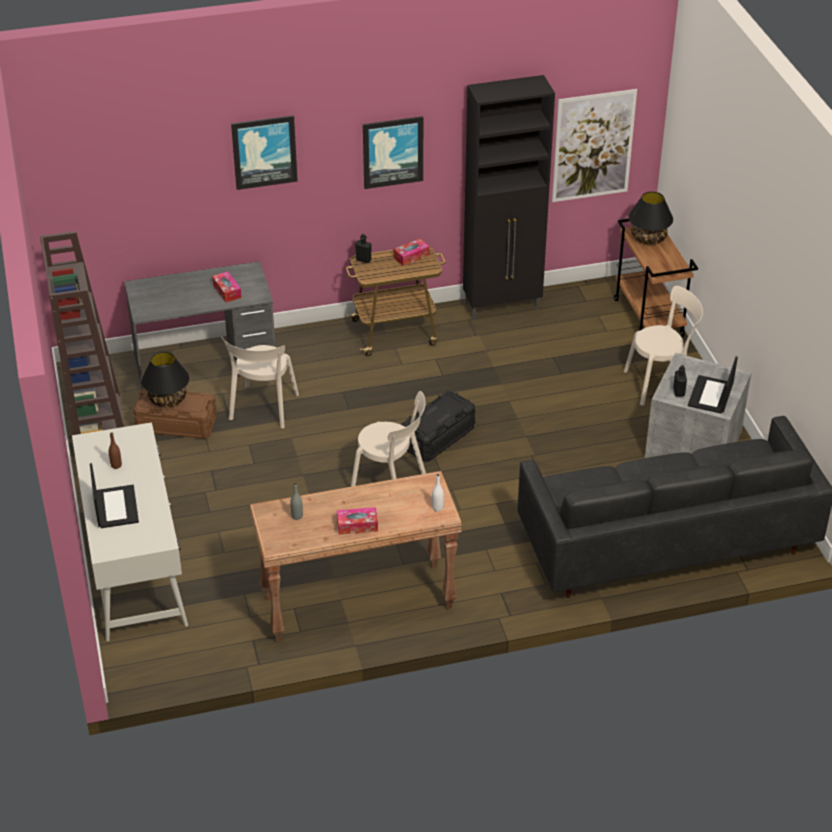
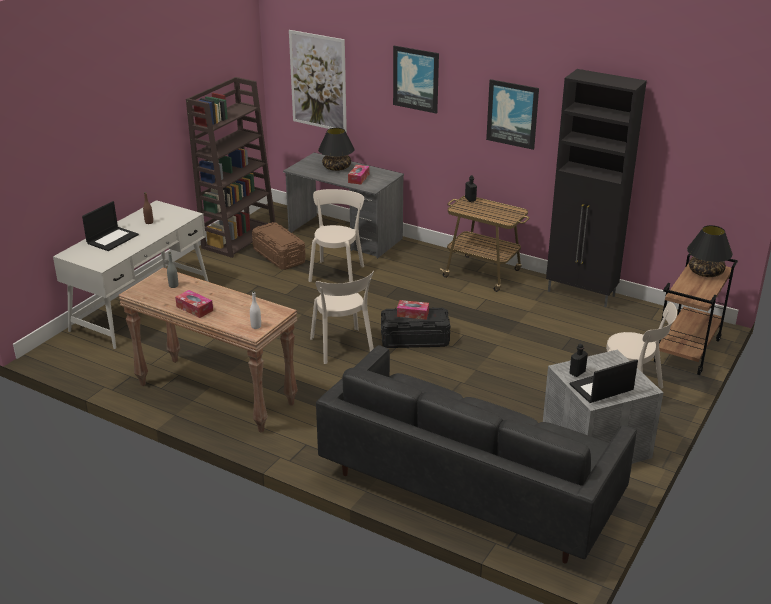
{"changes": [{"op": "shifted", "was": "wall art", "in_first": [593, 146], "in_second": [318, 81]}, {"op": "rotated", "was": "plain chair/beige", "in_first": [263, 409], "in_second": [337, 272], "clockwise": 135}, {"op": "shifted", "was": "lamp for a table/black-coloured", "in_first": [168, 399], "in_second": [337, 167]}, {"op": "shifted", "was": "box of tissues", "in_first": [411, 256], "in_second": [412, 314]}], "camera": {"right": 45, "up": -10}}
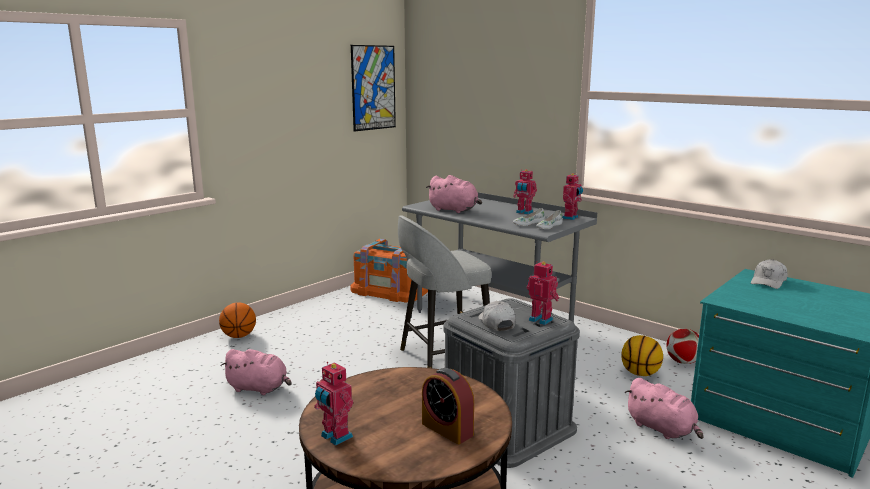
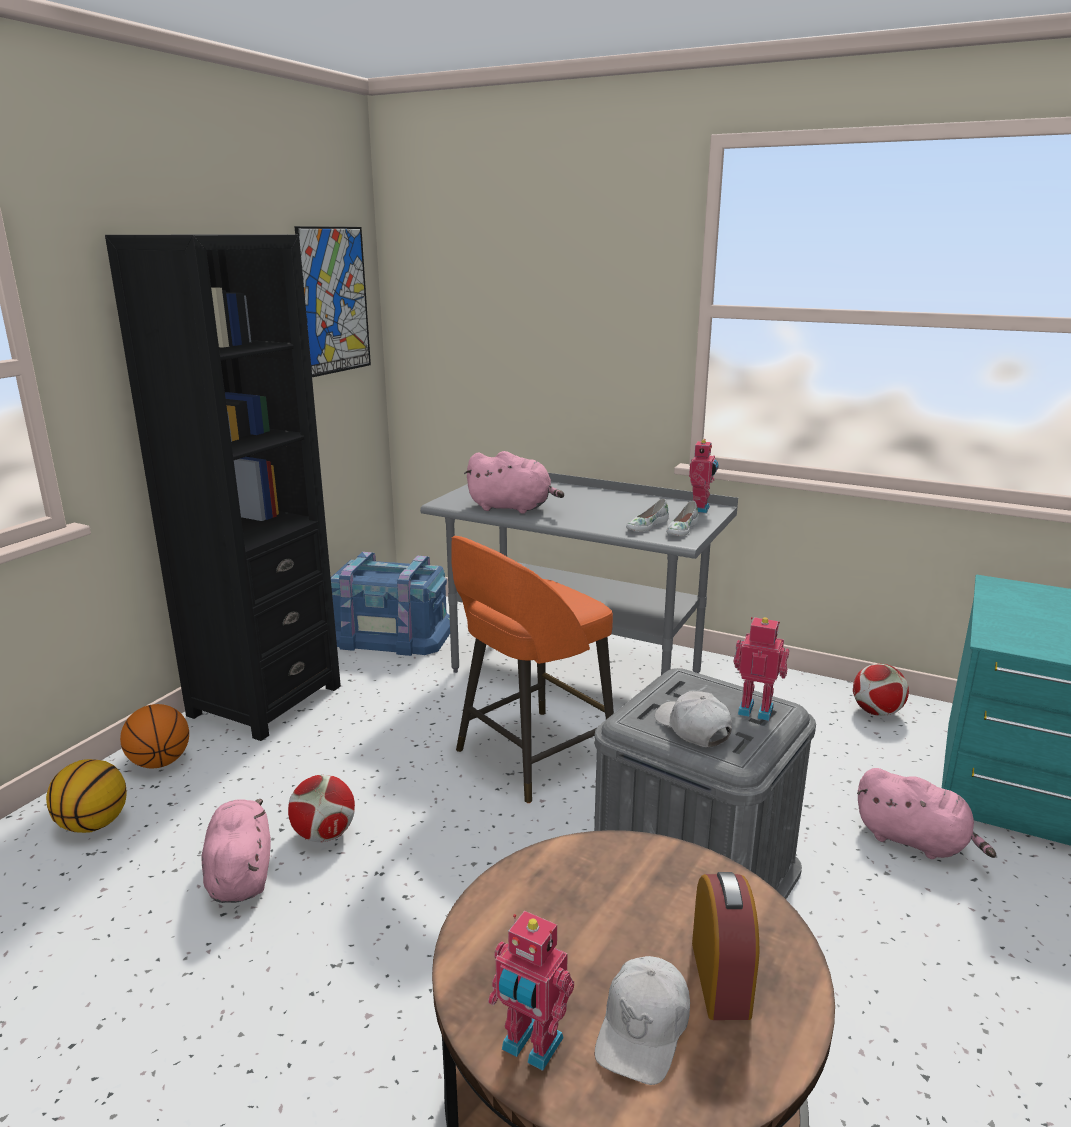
{"changes": [{"op": "shifted", "was": "basketball ball", "in_first": [640, 373], "in_second": [93, 824]}, {"op": "new", "now": "shelving unit/black-coloured", "in_second": [265, 700]}, {"op": "rotated", "was": "soft toy/pink-coloured", "in_first": [259, 388], "in_second": [240, 873], "clockwise": -105}, {"op": "new", "now": "ball for football", "in_second": [324, 834]}, {"op": "repainted", "was": "storage container/orange-coloured", "now": "storage container/blue", "in_first": [390, 290], "in_second": [390, 633]}, {"op": "repainted", "was": "stool/grey", "now": "stool/orange-coloured", "in_first": [443, 357], "in_second": [531, 756]}, {"op": "shifted", "was": "peaked cap/whitish", "in_first": [768, 281], "in_second": [643, 1029]}, {"op": "rotated", "was": "table clock", "in_first": [447, 429], "in_second": [720, 978], "clockwise": -120}, {"op": "gone", "was": "model robot", "in_first": [524, 212]}], "camera": {"right": -15, "up": 5}}
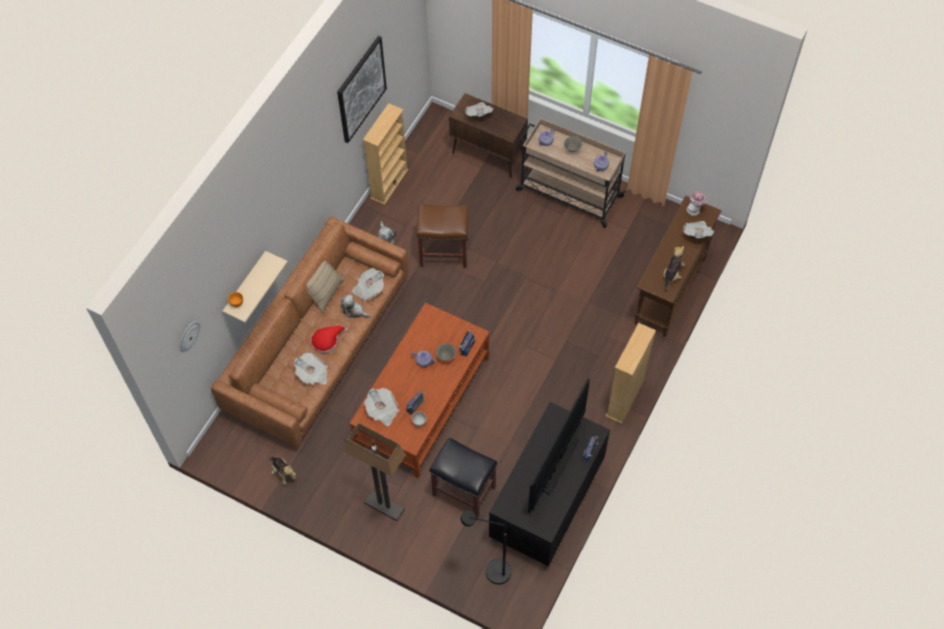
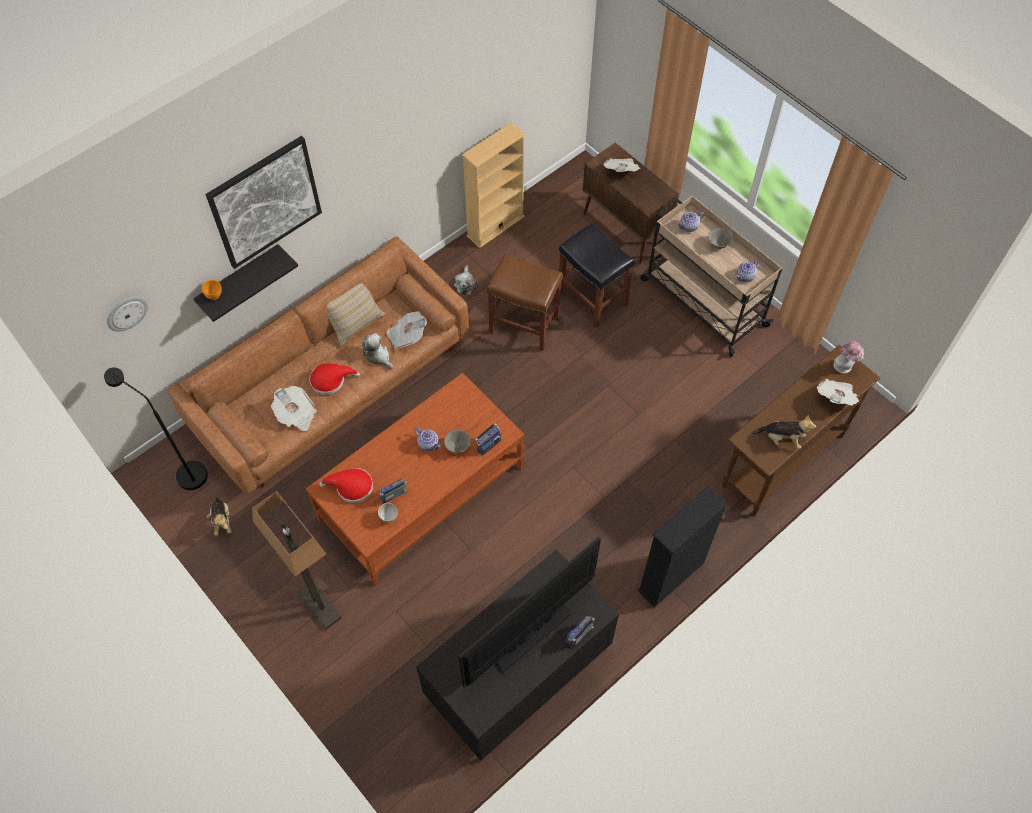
{"changes": [{"op": "shifted", "was": "floor lamp/black-coloured", "in_first": [490, 571], "in_second": [184, 473]}, {"op": "repainted", "was": "wall shelf/beige", "now": "wall shelf/black-coloured", "in_first": [246, 287], "in_second": [239, 280]}, {"op": "shifted", "was": "wall art", "in_first": [361, 89], "in_second": [265, 202]}, {"op": "swapped", "was": "daily paper", "now": "clothing hat/red", "in_first": [382, 411], "in_second": [351, 487]}, {"op": "shifted", "was": "stool/black-coloured", "in_first": [465, 491], "in_second": [593, 298]}, {"op": "repainted", "was": "shelving unit/beige", "now": "shelving unit/black-coloured", "in_first": [625, 398], "in_second": [671, 576]}, {"op": "rotated", "was": "soft toy", "in_first": [672, 274], "in_second": [782, 439], "clockwise": 60}], "camera": {"right": 20, "up": 0}}
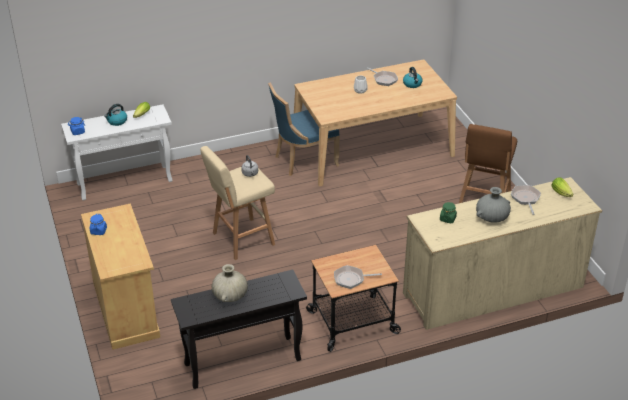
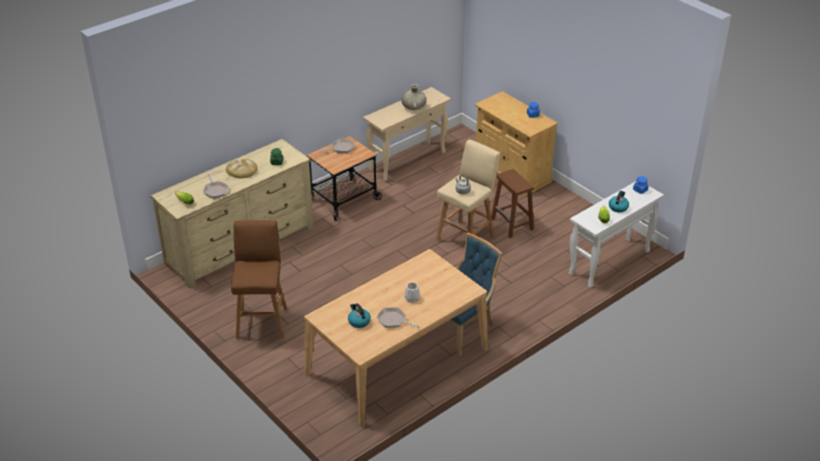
{"changes": [{"op": "swapped", "was": "vase/grey", "now": "baked bread", "in_first": [491, 217], "in_second": [242, 170]}, {"op": "repainted", "was": "narrow table/black-coloured", "now": "narrow table/beige", "in_first": [242, 362], "in_second": [408, 161]}, {"op": "new", "now": "stool/brownish", "in_second": [512, 224]}], "camera": {"right": 160, "up": 0}}
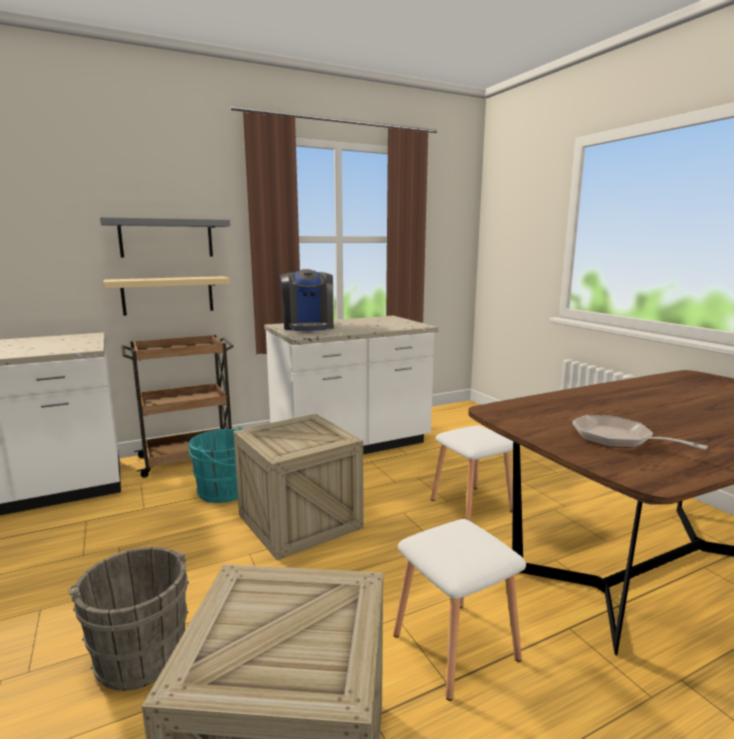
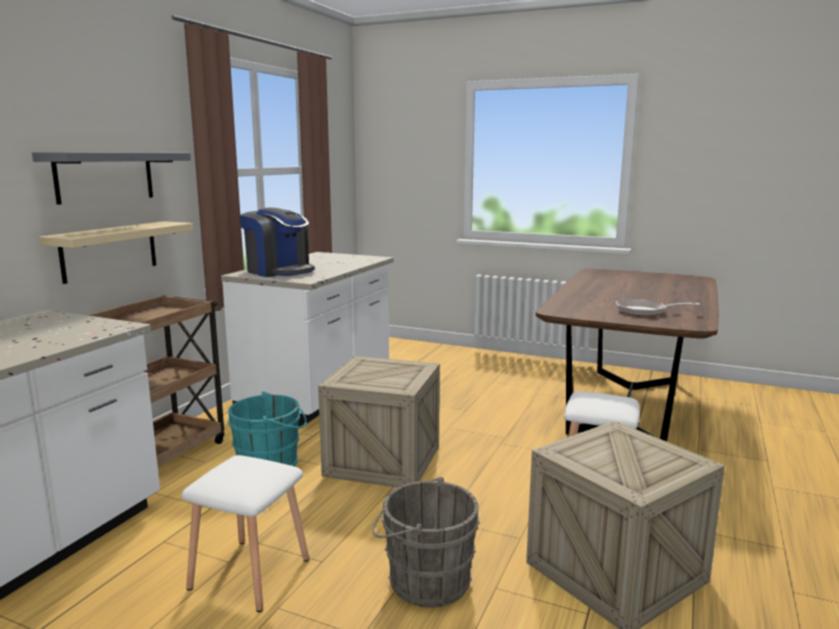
{"changes": [{"op": "shifted", "was": "stool/whitish", "in_first": [472, 504], "in_second": [250, 572]}], "camera": {"right": -40, "up": 0}}
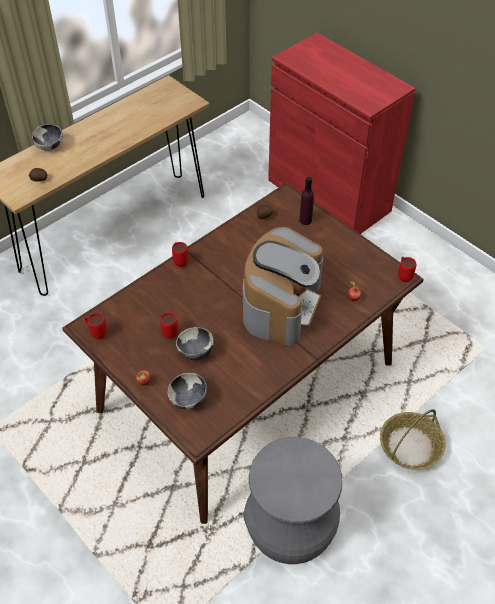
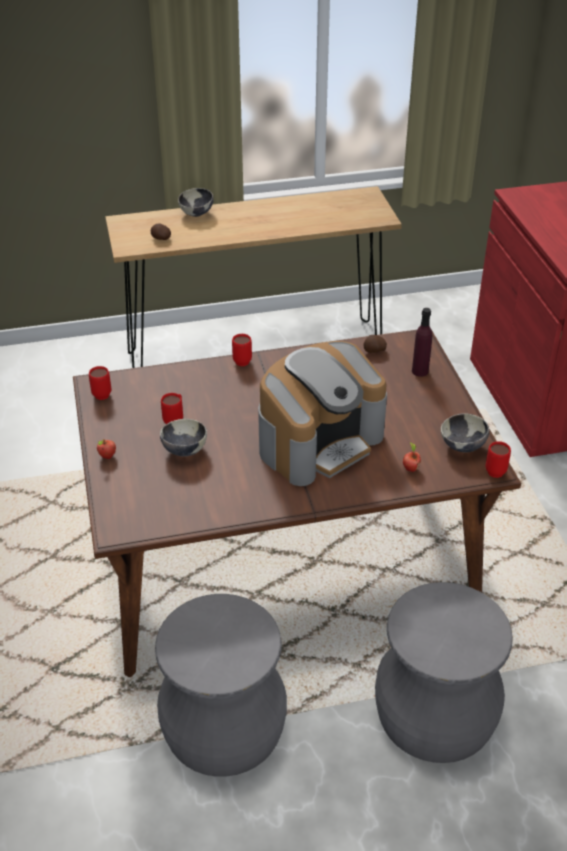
{"changes": [{"op": "swapped", "was": "storage basket", "now": "stool/grey", "in_first": [410, 447], "in_second": [435, 715]}, {"op": "shifted", "was": "deep dish", "in_first": [188, 400], "in_second": [462, 446]}], "camera": {"right": 30, "up": -10}}
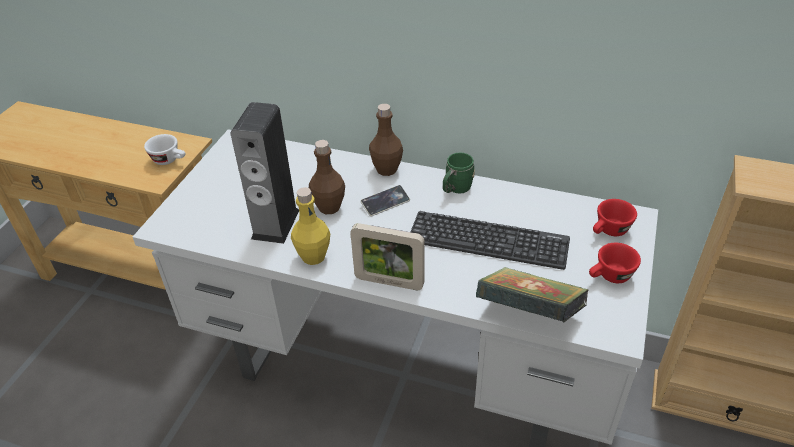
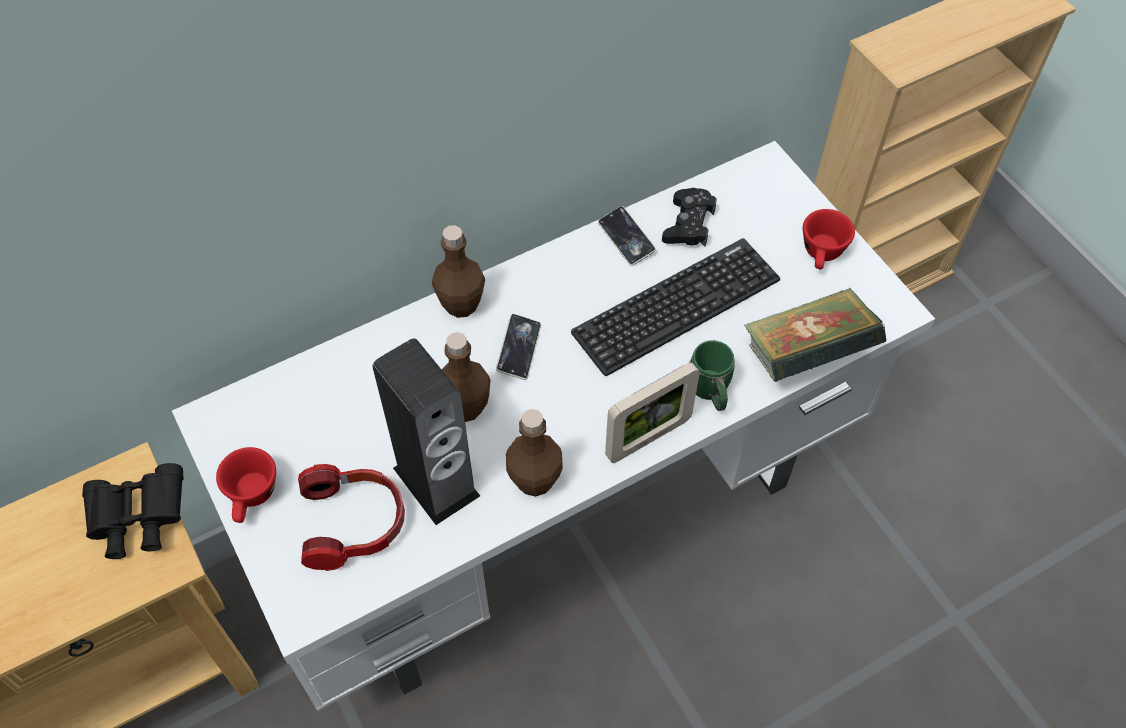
{"changes": [{"op": "swapped", "was": "small cup/whitish", "now": "field glasses/black-coloured", "in_first": [170, 160], "in_second": [139, 520]}, {"op": "shifted", "was": "small cup/red", "in_first": [609, 231], "in_second": [252, 497]}, {"op": "new", "now": "headphones", "in_second": [355, 522]}, {"op": "repainted", "was": "drink bottle/yellow-coloured", "now": "drink bottle/brownish", "in_first": [313, 256], "in_second": [535, 480]}, {"op": "new", "now": "phone", "in_second": [626, 238]}, {"op": "new", "now": "gamepad/black-coloured", "in_second": [688, 224]}, {"op": "shifted", "was": "tea mug/green", "in_first": [455, 189], "in_second": [710, 393]}], "camera": {"right": -50, "up": 15}}
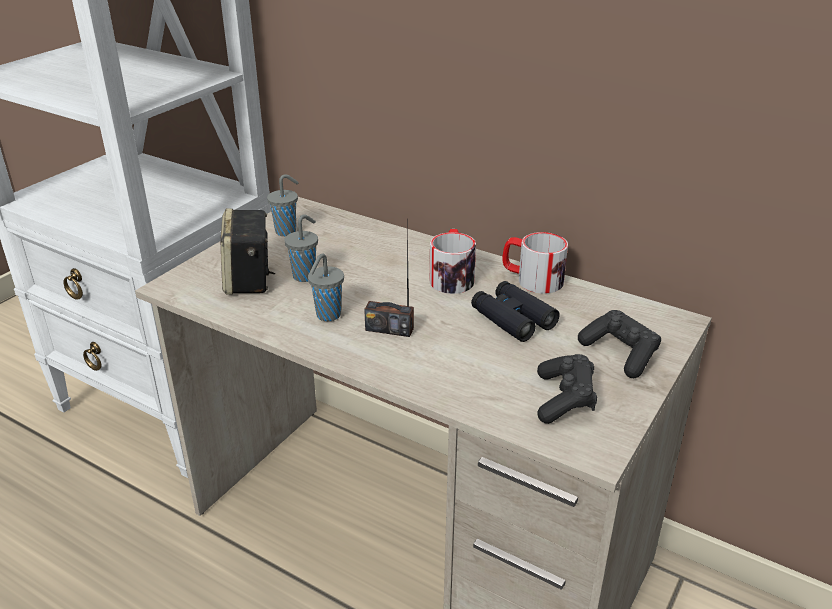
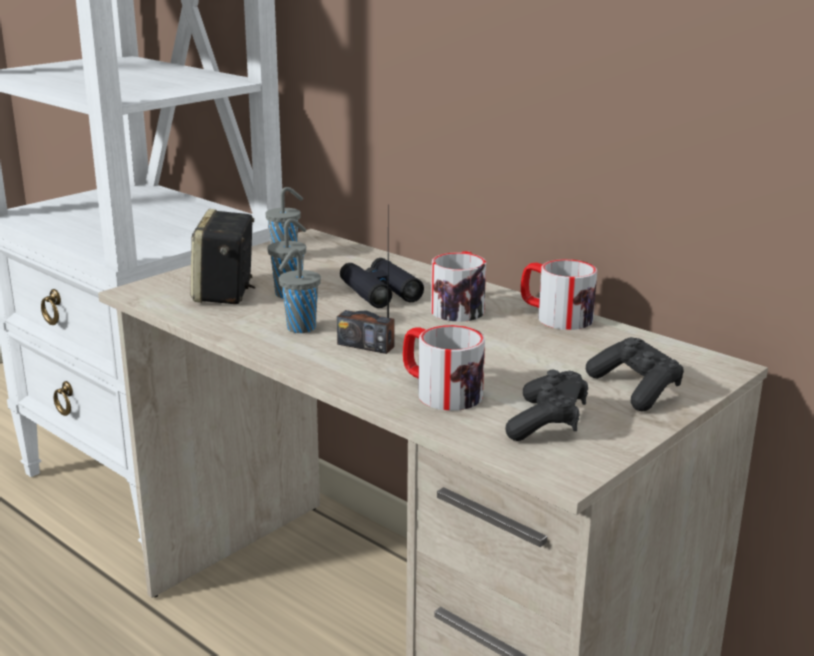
{"changes": [{"op": "shifted", "was": "field glasses/black-coloured", "in_first": [513, 318], "in_second": [380, 292]}, {"op": "new", "now": "tea mug", "in_second": [440, 391]}], "camera": {"right": 10, "up": -10}}
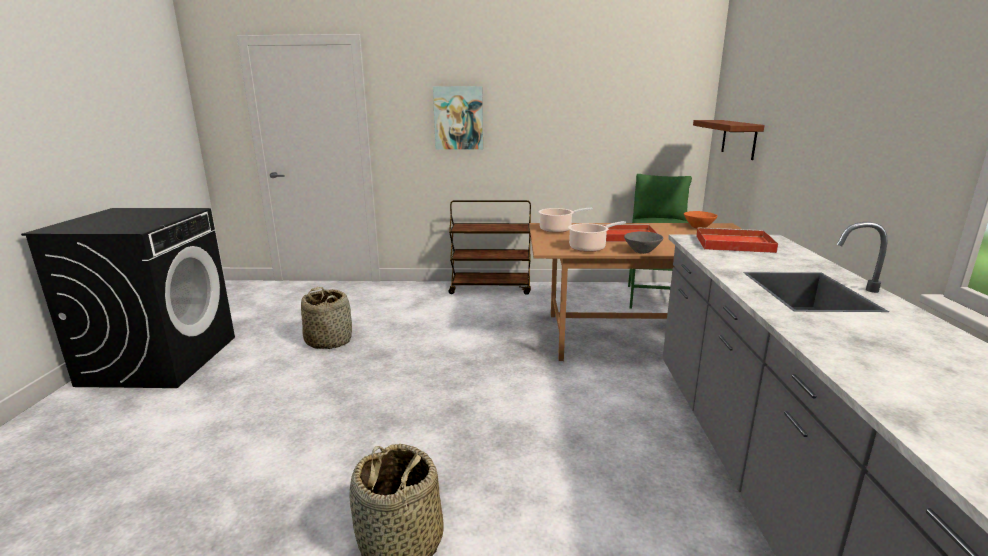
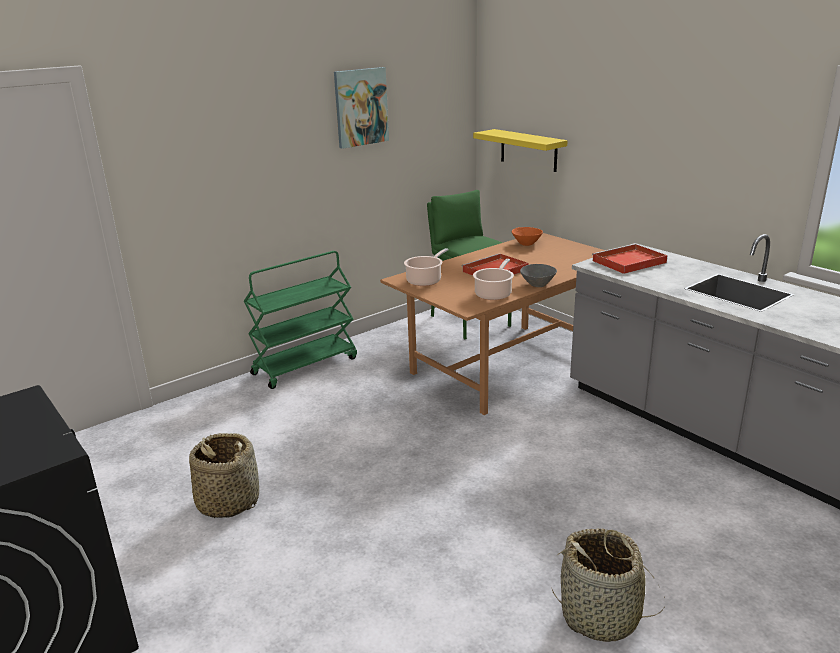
{"changes": [{"op": "repainted", "was": "cart/brownish", "now": "cart/green", "in_first": [491, 288], "in_second": [305, 365]}, {"op": "shifted", "was": "wall art", "in_first": [458, 118], "in_second": [361, 107]}, {"op": "repainted", "was": "wall shelf/brownish", "now": "wall shelf/yellow-coloured", "in_first": [739, 139], "in_second": [528, 150]}], "camera": {"right": -40, "up": 5}}
